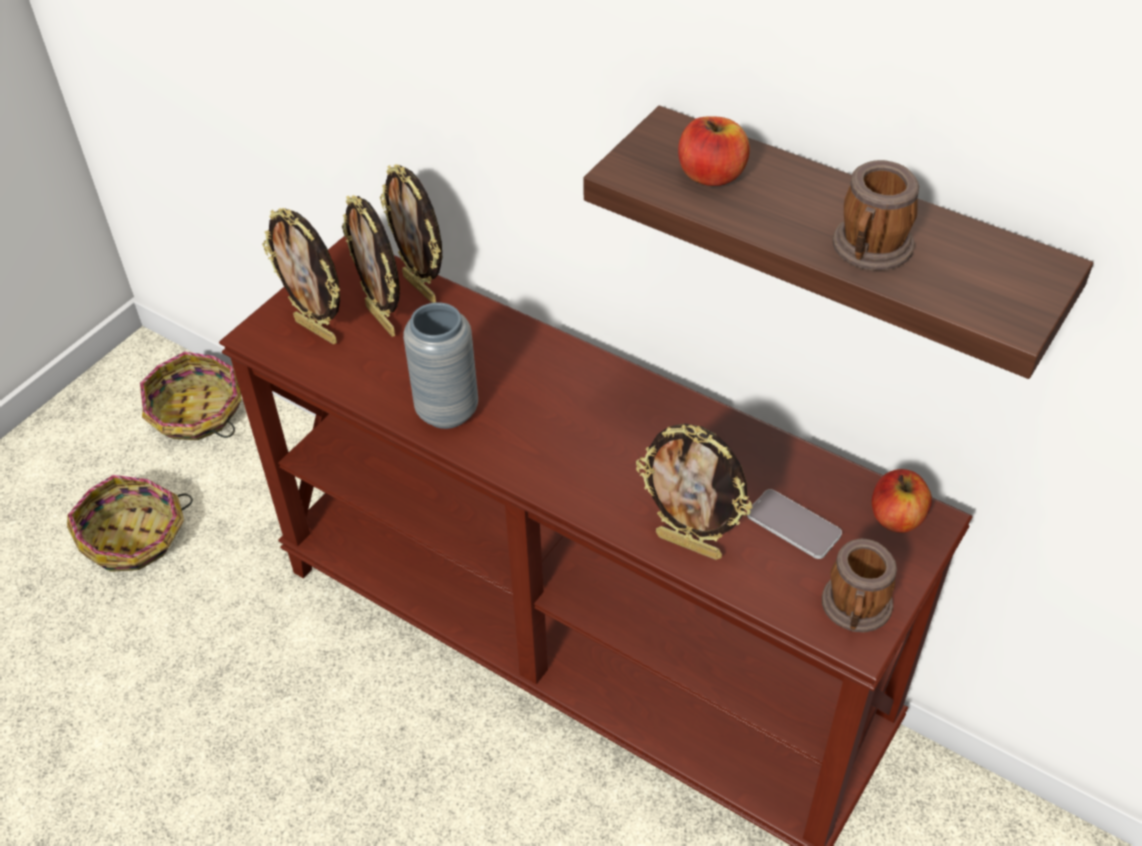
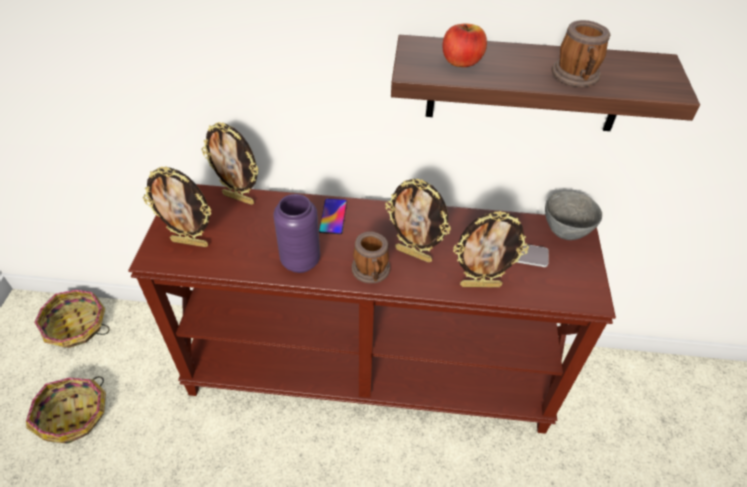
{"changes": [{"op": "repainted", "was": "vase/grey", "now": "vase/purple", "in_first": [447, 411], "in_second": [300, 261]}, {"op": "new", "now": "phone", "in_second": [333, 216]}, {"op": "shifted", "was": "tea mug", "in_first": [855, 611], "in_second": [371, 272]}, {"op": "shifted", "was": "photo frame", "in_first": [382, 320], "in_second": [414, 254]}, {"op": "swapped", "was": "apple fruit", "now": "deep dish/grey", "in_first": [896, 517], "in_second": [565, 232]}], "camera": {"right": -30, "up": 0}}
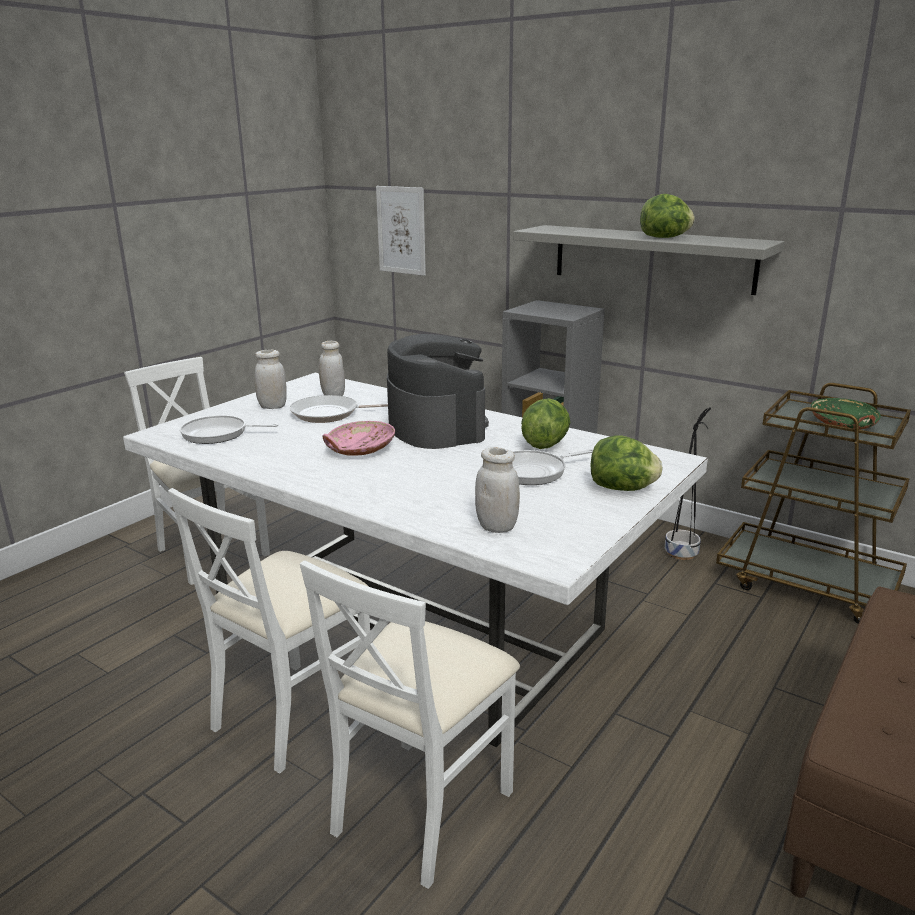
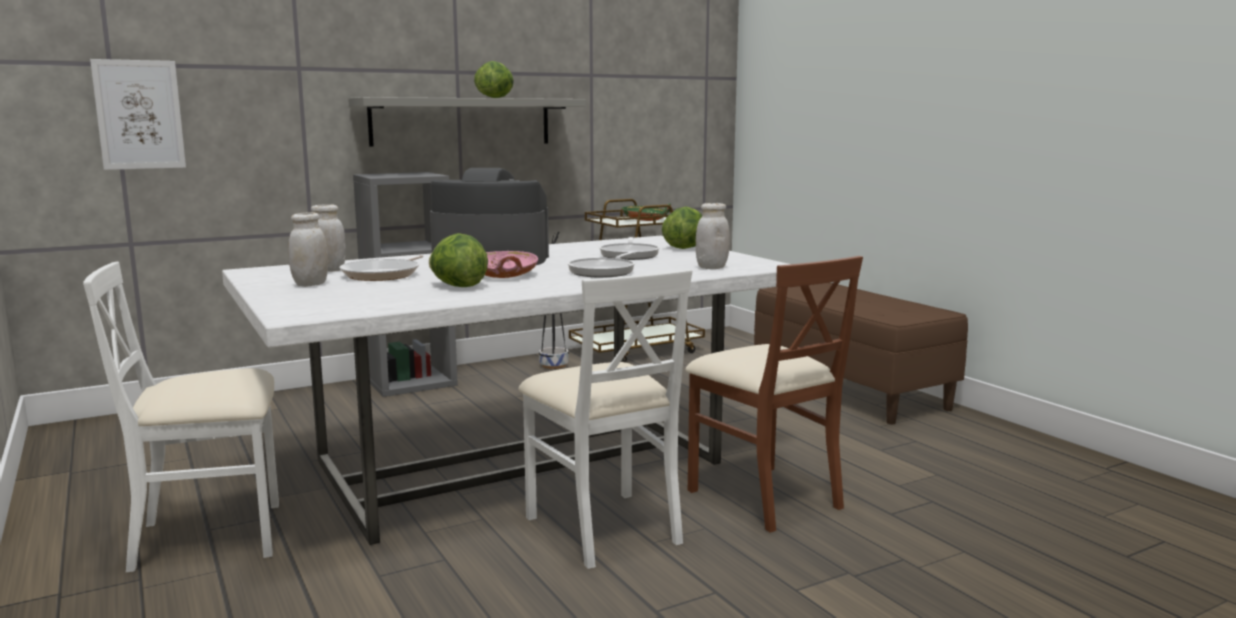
{"changes": [{"op": "shifted", "was": "head of lettuce", "in_first": [545, 444], "in_second": [458, 286]}, {"op": "shifted", "was": "pan", "in_first": [218, 434], "in_second": [604, 271]}, {"op": "repainted", "was": "plain chair/whitish", "now": "plain chair/brownish", "in_first": [421, 807], "in_second": [764, 497]}], "camera": {"right": -65, "up": -10}}
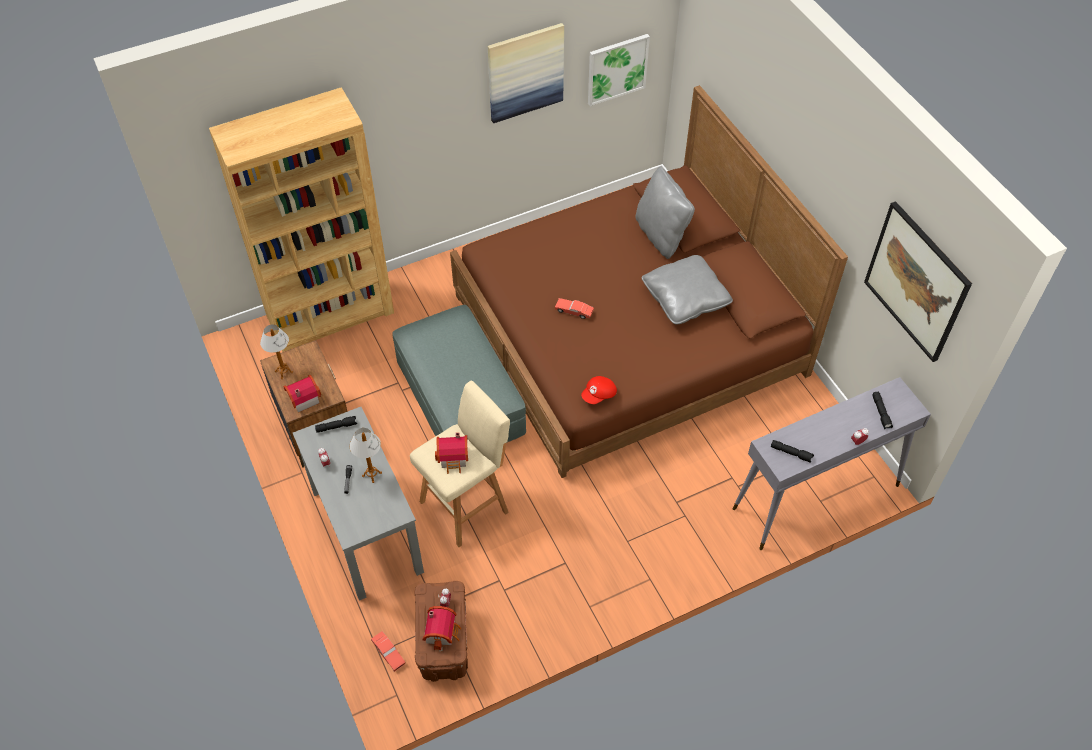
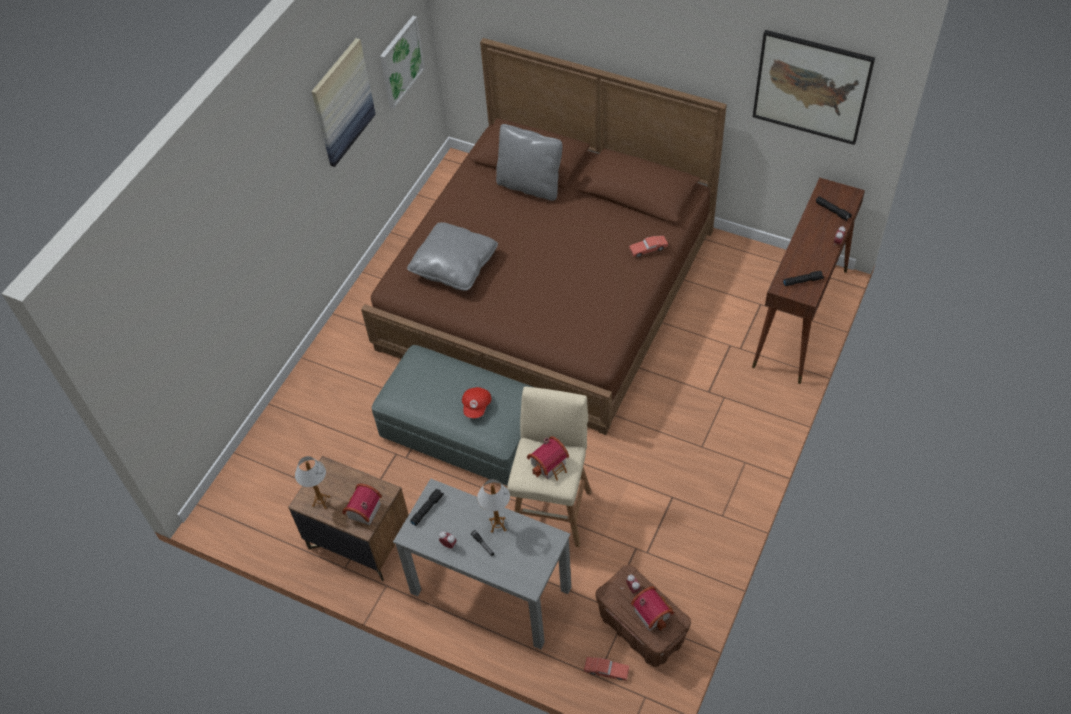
{"changes": [{"op": "shifted", "was": "throw pillow/grey", "in_first": [685, 298], "in_second": [454, 265]}, {"op": "shifted", "was": "peaked cap/red", "in_first": [599, 395], "in_second": [477, 406]}, {"op": "shifted", "was": "model car/red", "in_first": [574, 311], "in_second": [648, 249]}, {"op": "repainted", "was": "narrow table/grey", "now": "narrow table/brownish", "in_first": [815, 497], "in_second": [800, 318]}, {"op": "gone", "was": "shelving unit/brownish", "in_first": [331, 314]}], "camera": {"right": -35, "up": 0}}
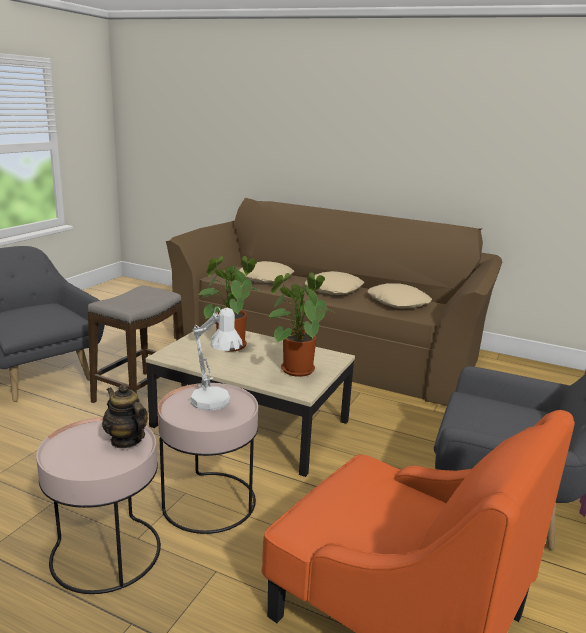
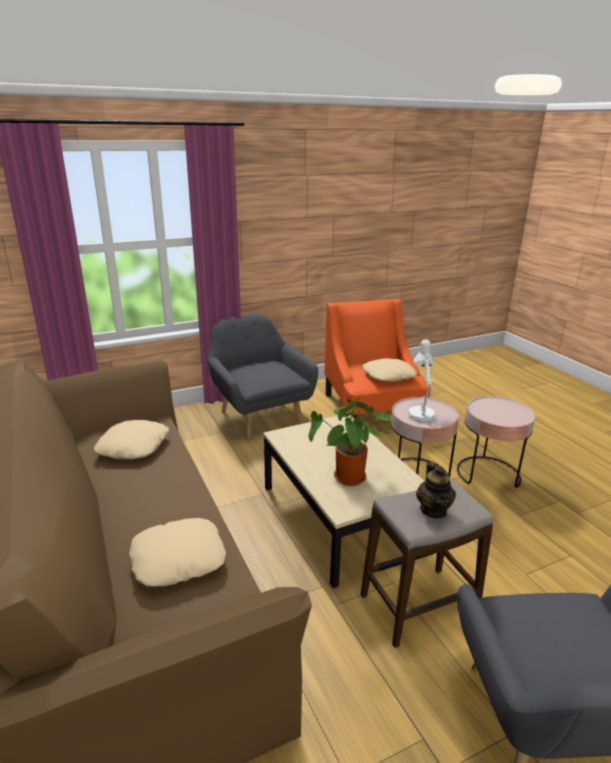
{"changes": [{"op": "shifted", "was": "throw pillow/beige", "in_first": [334, 289], "in_second": [388, 375]}, {"op": "shifted", "was": "pot for tea", "in_first": [126, 440], "in_second": [433, 510]}, {"op": "gone", "was": "plant in a pot", "in_first": [295, 368]}], "camera": {"right": -140, "up": 5}}
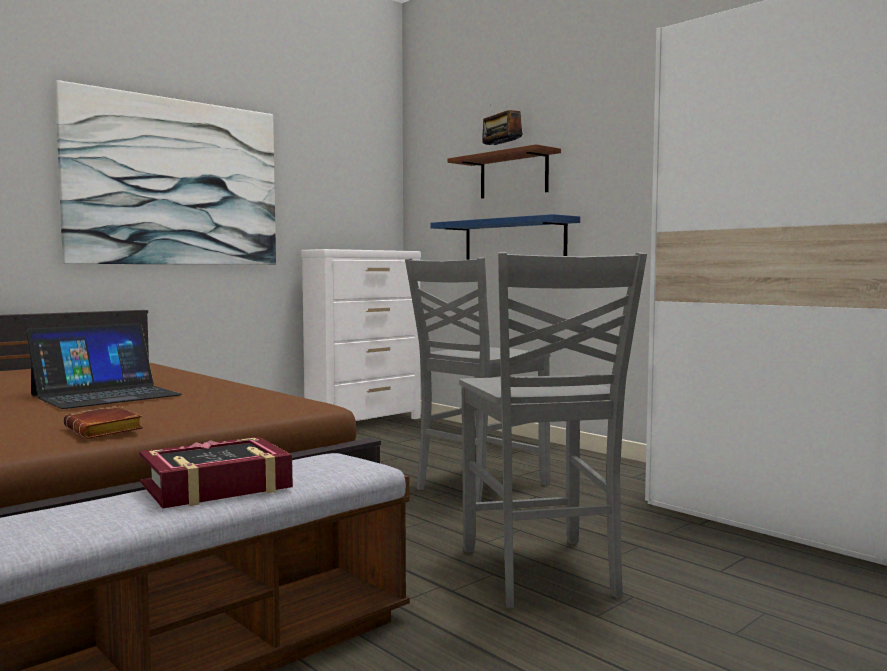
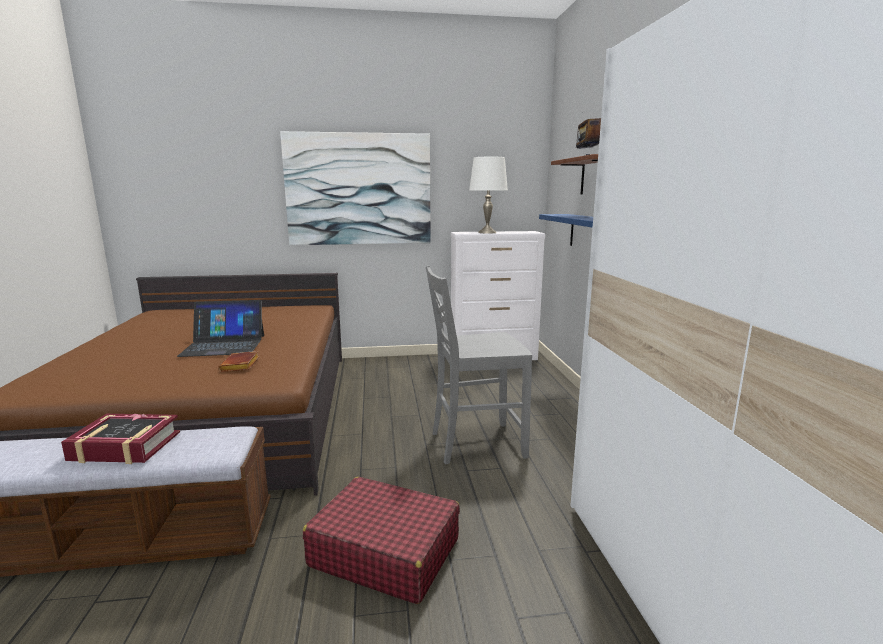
{"changes": [{"op": "shifted", "was": "bound book/brownish", "in_first": [106, 430], "in_second": [241, 366]}, {"op": "swapped", "was": "plain chair/grey", "now": "travel case/red", "in_first": [540, 573], "in_second": [384, 552]}, {"op": "new", "now": "lamp for a table/whitish", "in_second": [487, 232]}], "camera": {"right": 35, "up": 10}}
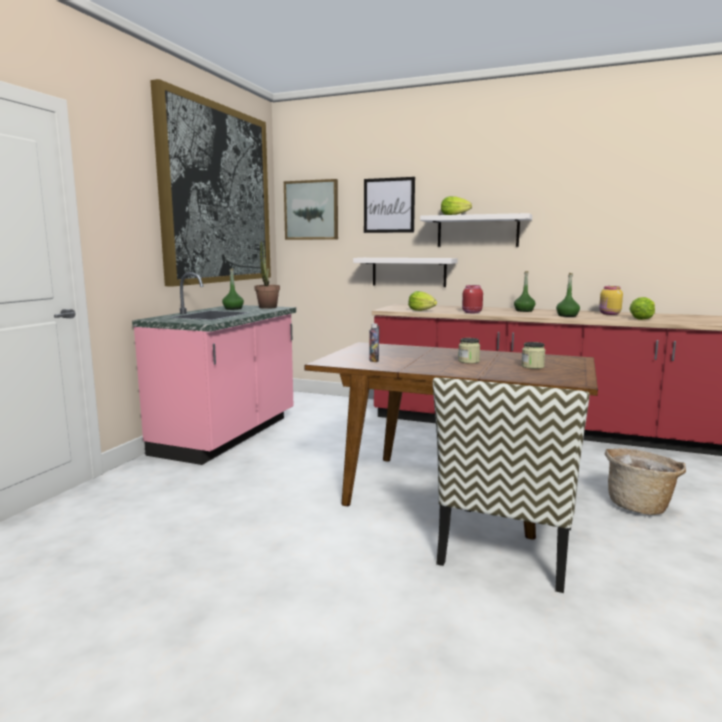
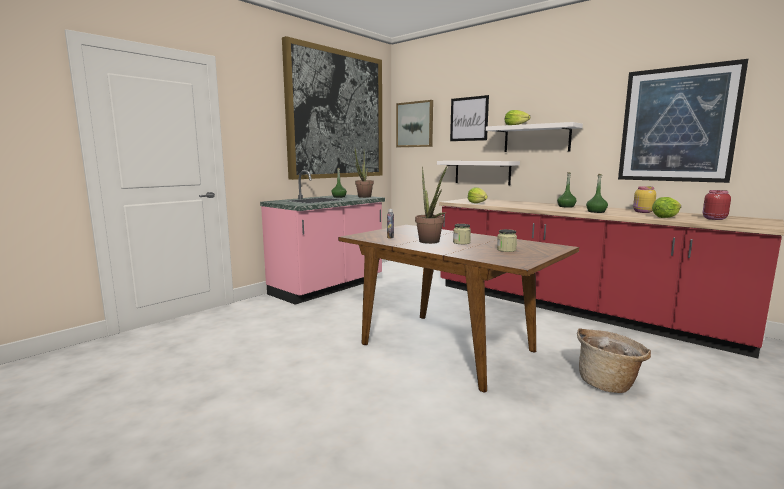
{"changes": [{"op": "new", "now": "plant in a pot", "in_second": [431, 242]}, {"op": "new", "now": "wall art", "in_second": [677, 125]}, {"op": "shifted", "was": "jar/red", "in_first": [471, 312], "in_second": [713, 219]}, {"op": "gone", "was": "plain chair", "in_first": [508, 546]}], "camera": {"right": 20, "up": 0}}
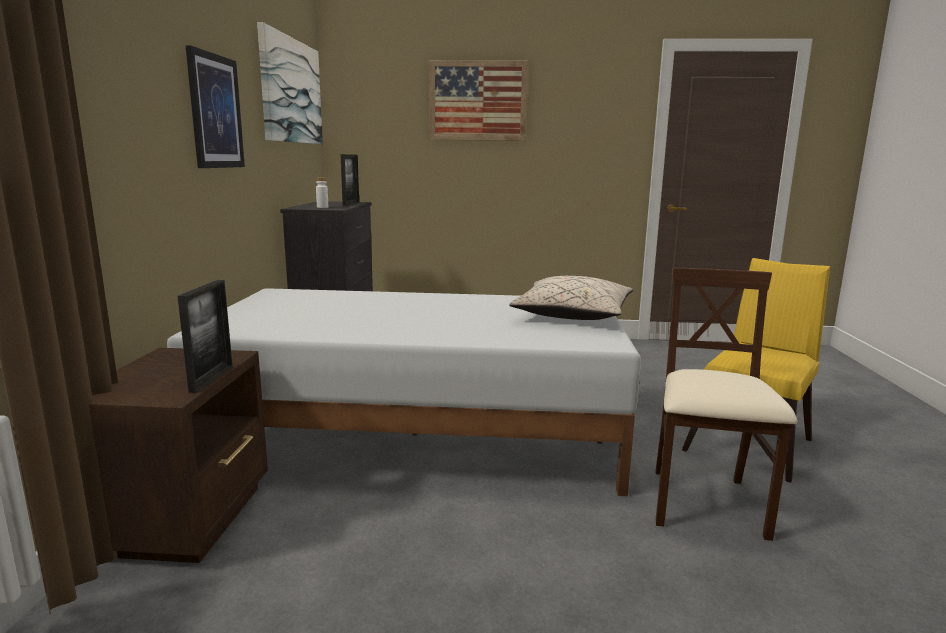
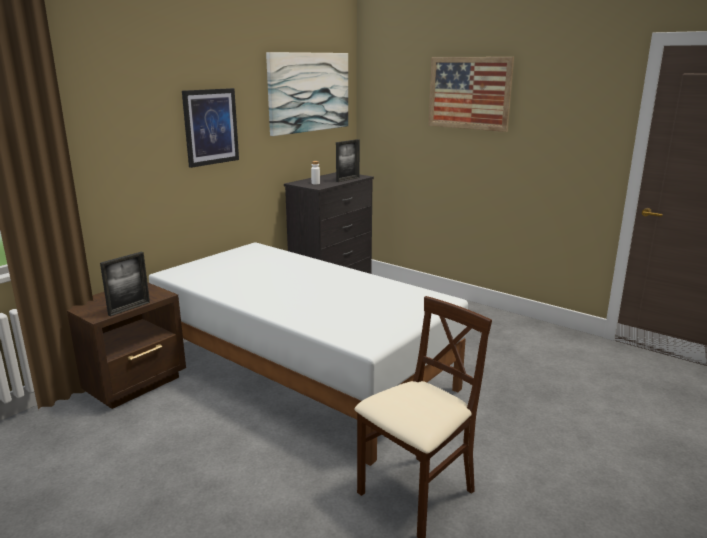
{"changes": [{"op": "gone", "was": "throw pillow/beige", "in_first": [572, 315]}, {"op": "gone", "was": "plain chair/yellow-coloured", "in_first": [752, 442]}], "camera": {"right": 35, "up": 5}}
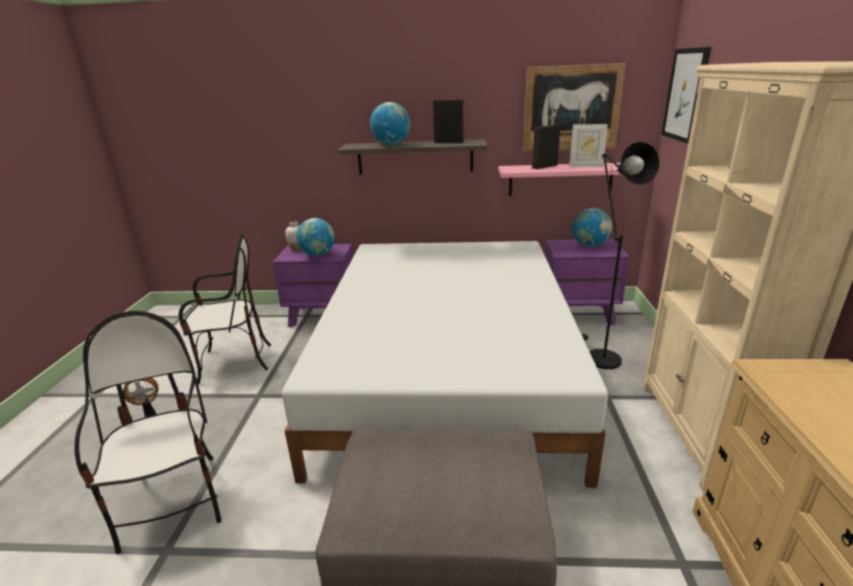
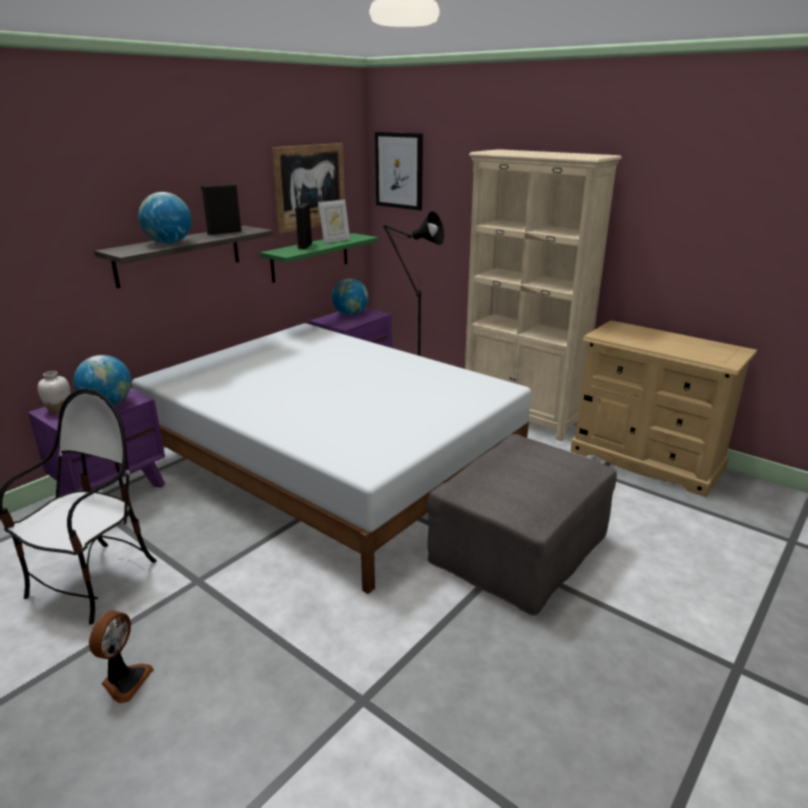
{"changes": [{"op": "repainted", "was": "wall shelf/pink-coloured", "now": "wall shelf/green", "in_first": [560, 179], "in_second": [310, 257]}, {"op": "gone", "was": "plain chair", "in_first": [175, 501]}], "camera": {"right": -55, "up": 0}}
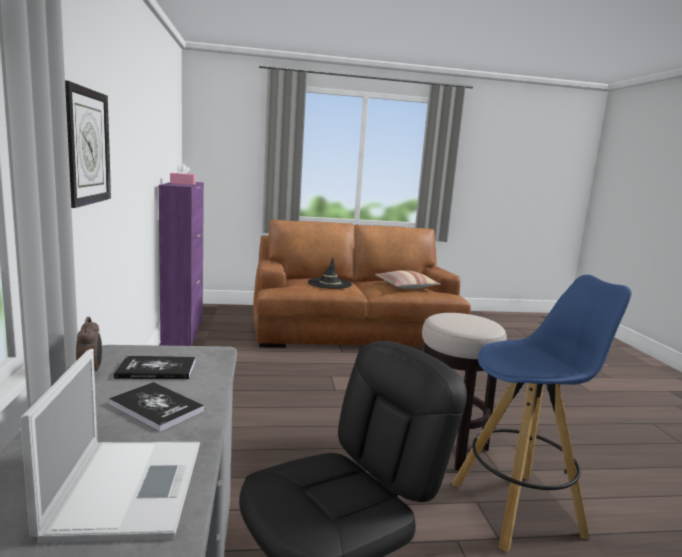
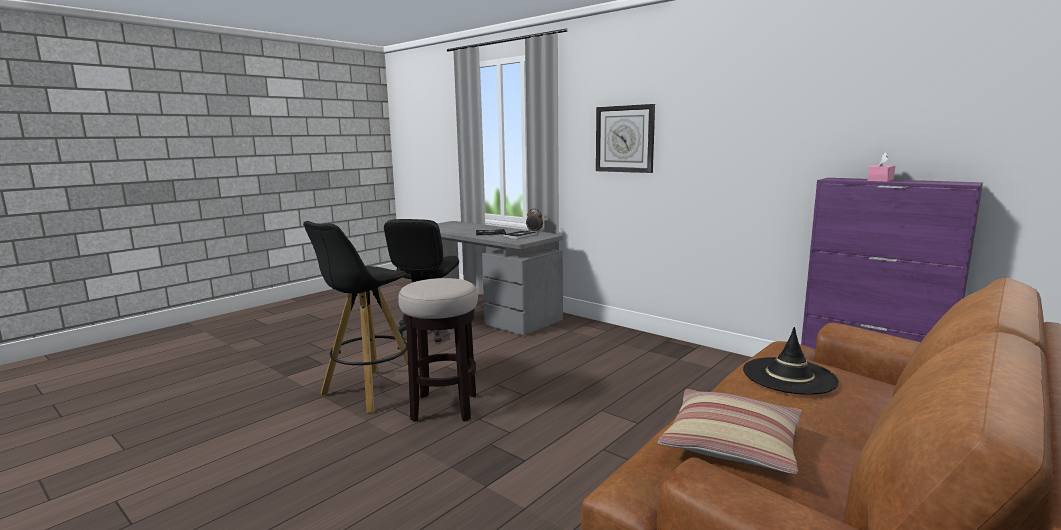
{"changes": [{"op": "repainted", "was": "stool/blue", "now": "stool/black-coloured", "in_first": [518, 509], "in_second": [371, 391]}, {"op": "gone", "was": "notebook computer", "in_first": [127, 485]}], "camera": {"right": 140, "up": 0}}
